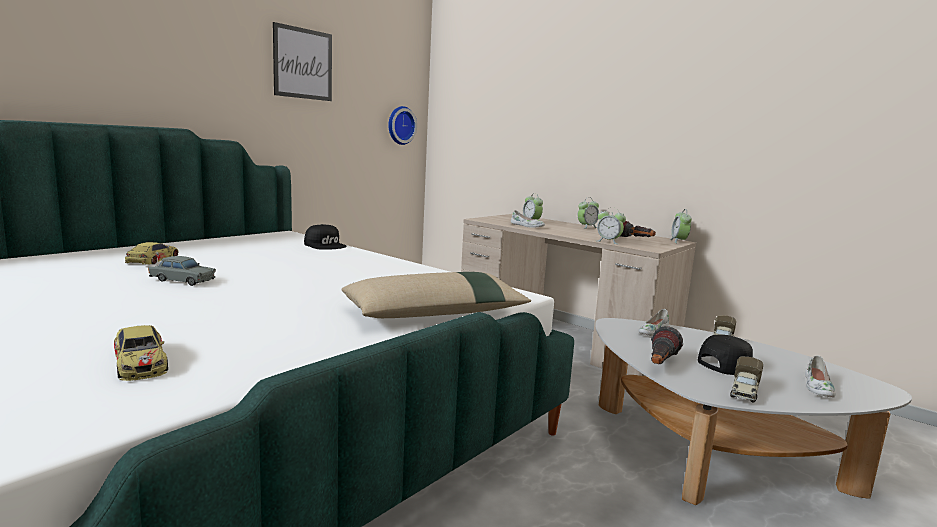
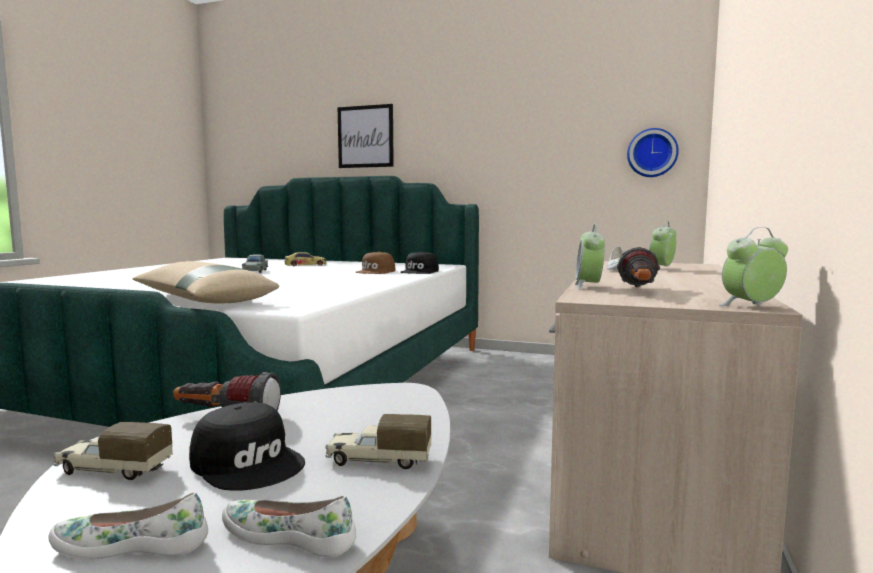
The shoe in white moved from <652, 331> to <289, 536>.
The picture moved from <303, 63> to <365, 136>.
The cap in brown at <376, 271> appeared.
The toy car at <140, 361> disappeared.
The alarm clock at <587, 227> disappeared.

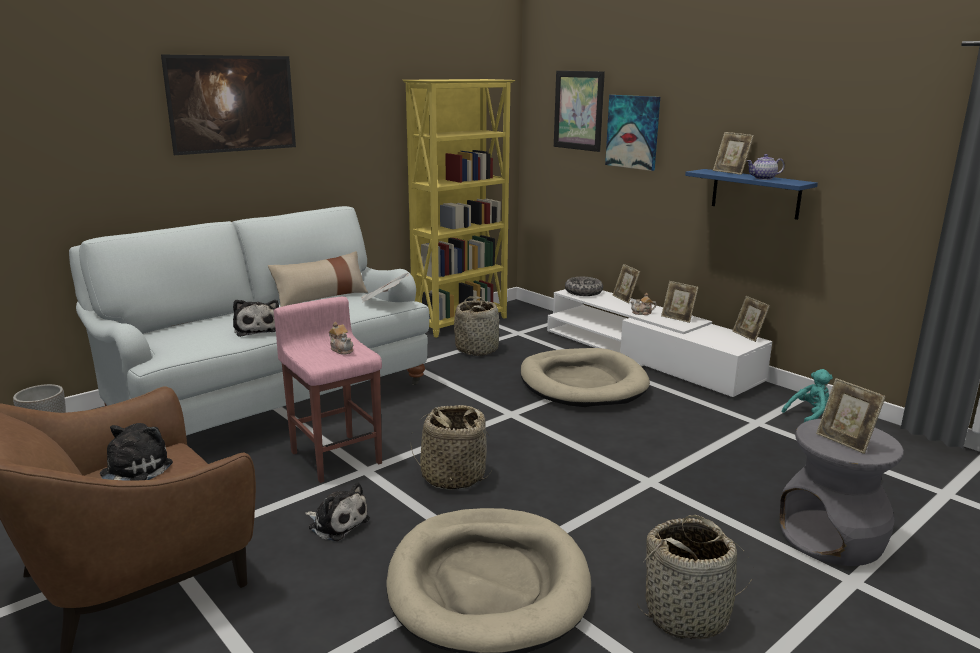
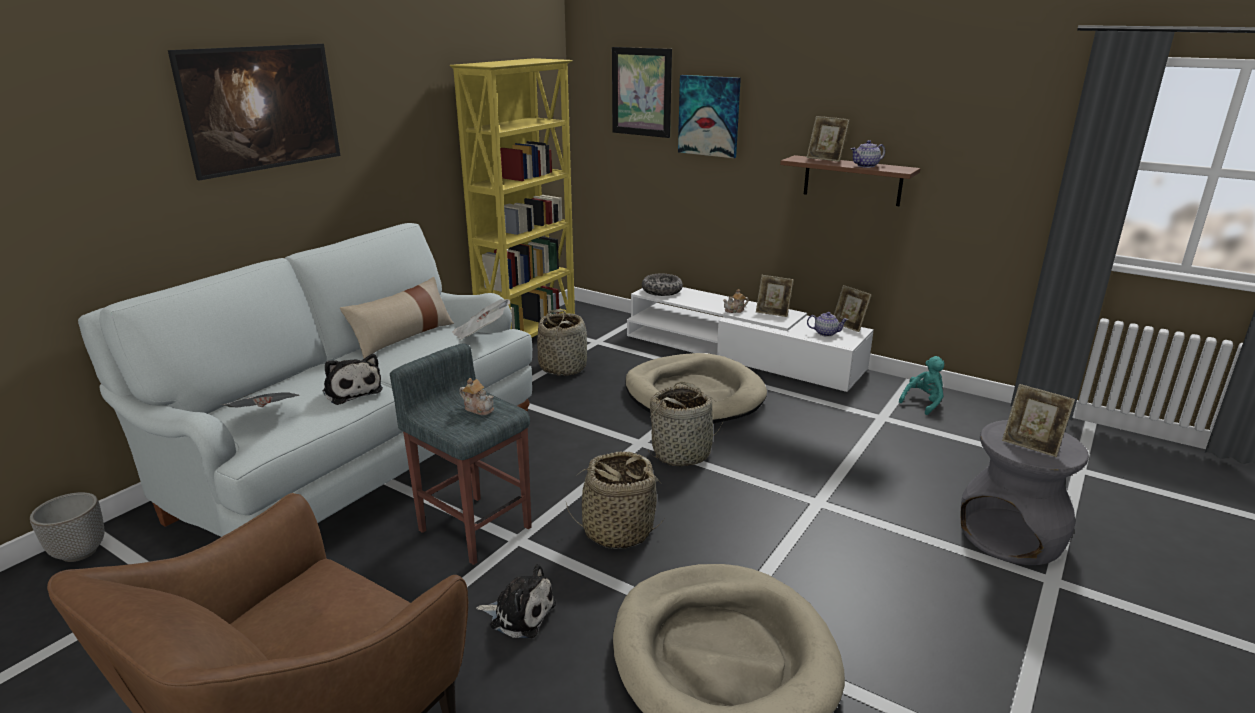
The newspaper at <265, 417> appeared.
The stool in pink at <335, 457> became the stool in grey at <474, 527>.
The basket moved from <687, 614> to <682, 453>.
The shelf in blue at <755, 193> became the shelf in brown at <852, 180>.
The teapot at <826, 333> appeared.
The plush toy at <132, 471> disappeared.
The picture frame at <624, 299> disappeared.

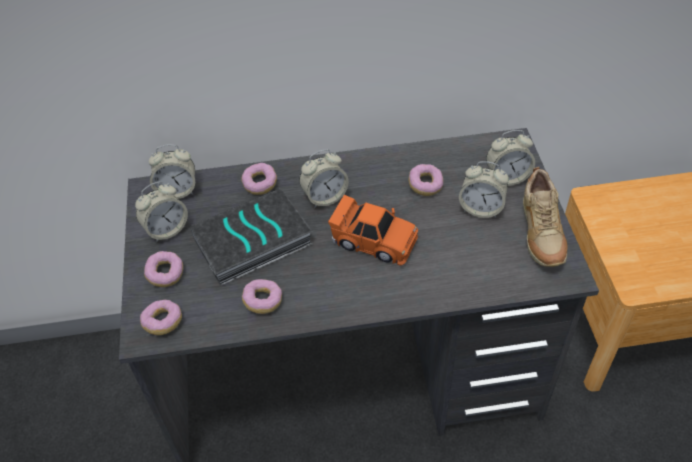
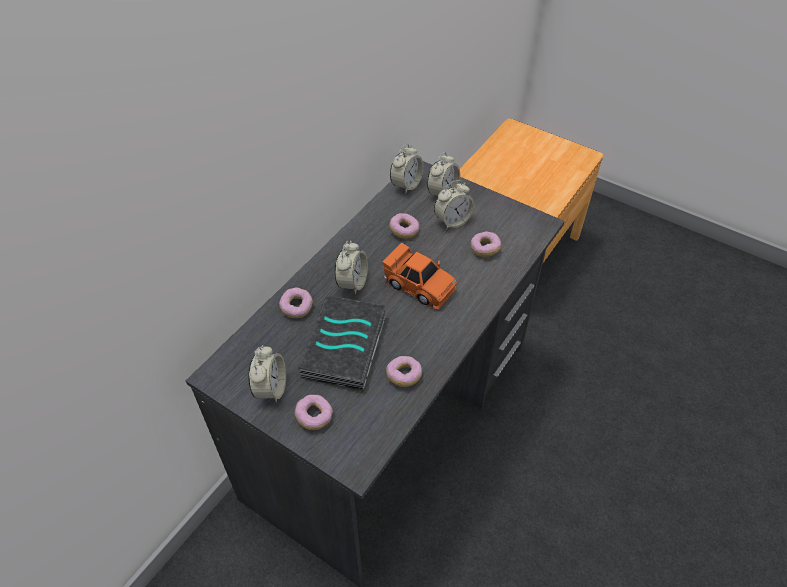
The toy car in orange at <374, 241> turned 60 degrees clockwise.
The alarm clock moved from <177, 191> to <406, 185>.
The donut moved from <163, 322> to <485, 249>.
The shoe in beige at <540, 237> disappeared.

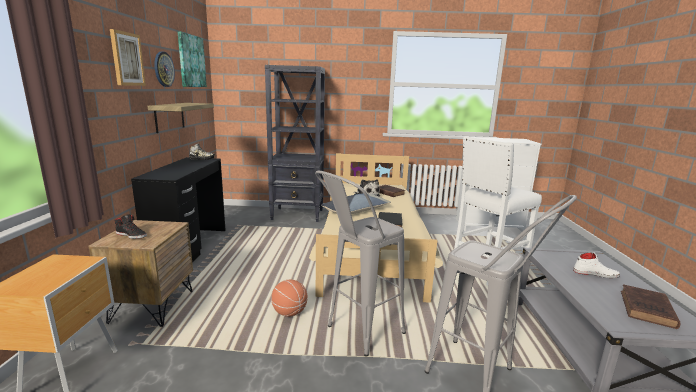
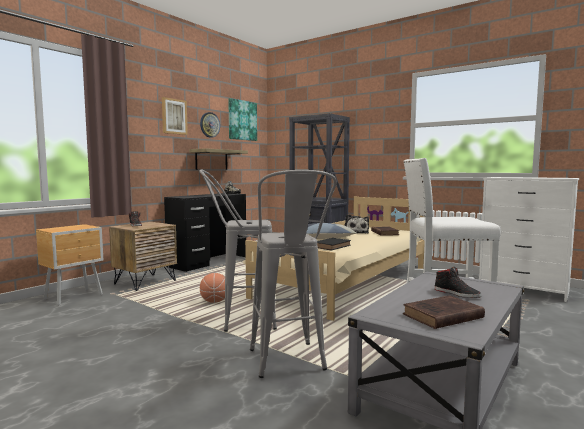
The shoe in white at <595, 273> became the shoe in black at <457, 293>.

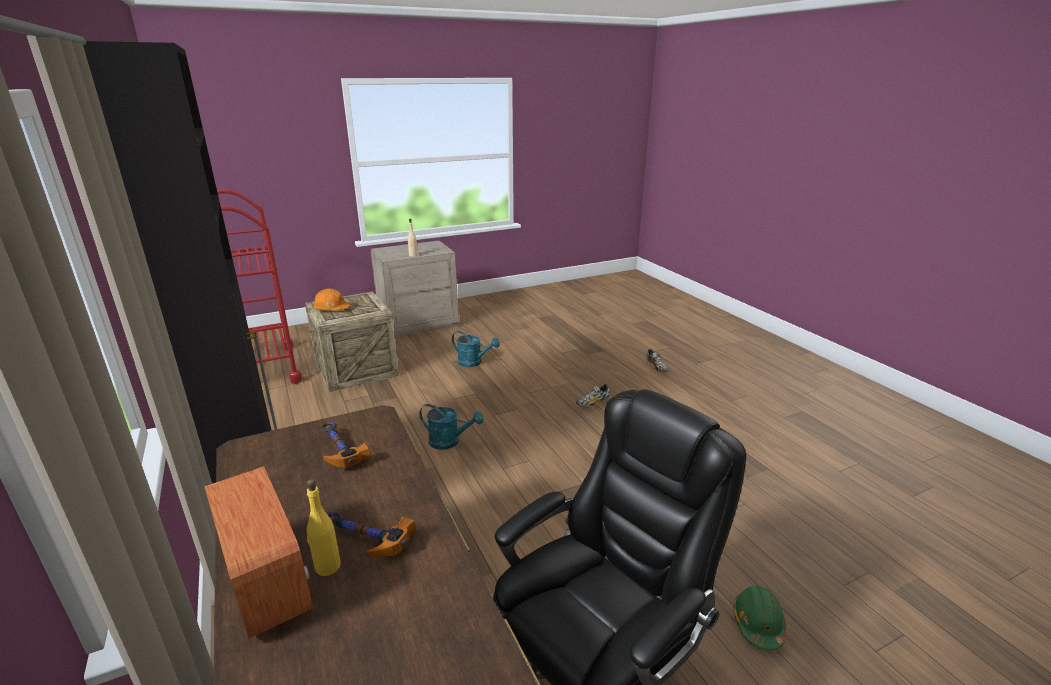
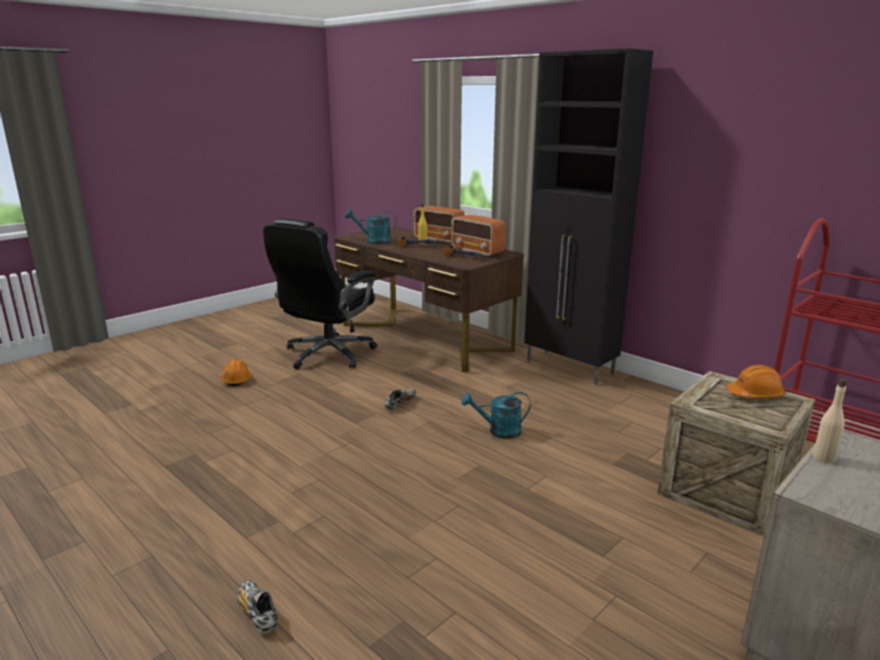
The hard hat in green at <758, 624> became the hard hat in orange at <237, 380>.
The watering can in turquoise moved from <474, 362> to <374, 241>.
The shoe moved from <593, 403> to <400, 403>.
The radio at <477, 252> appeared.

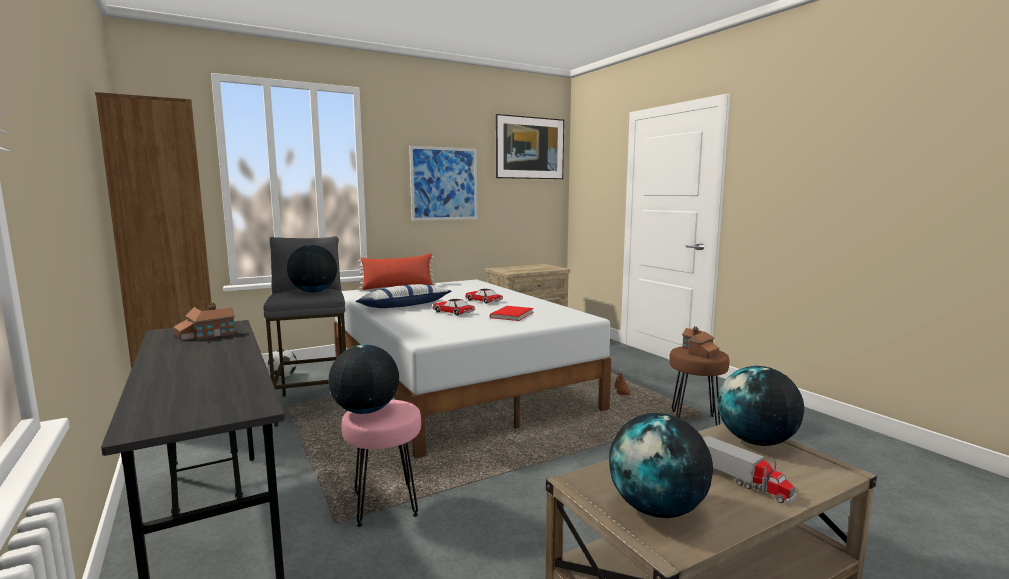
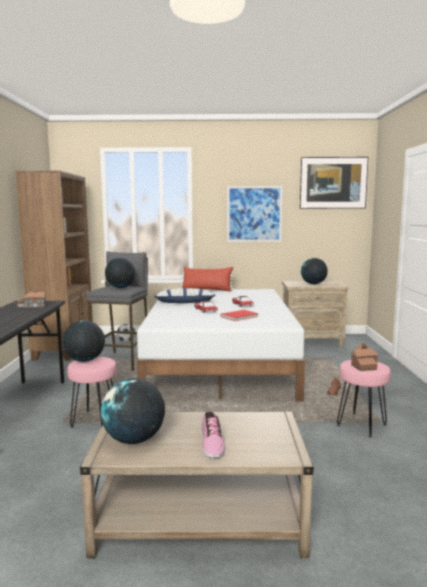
The toy truck at <743, 481> was replaced by the shoe at <211, 442>.
The globe moved from <756, 441> to <313, 284>.
The stool in brown at <695, 421> became the stool in pink at <362, 425>.

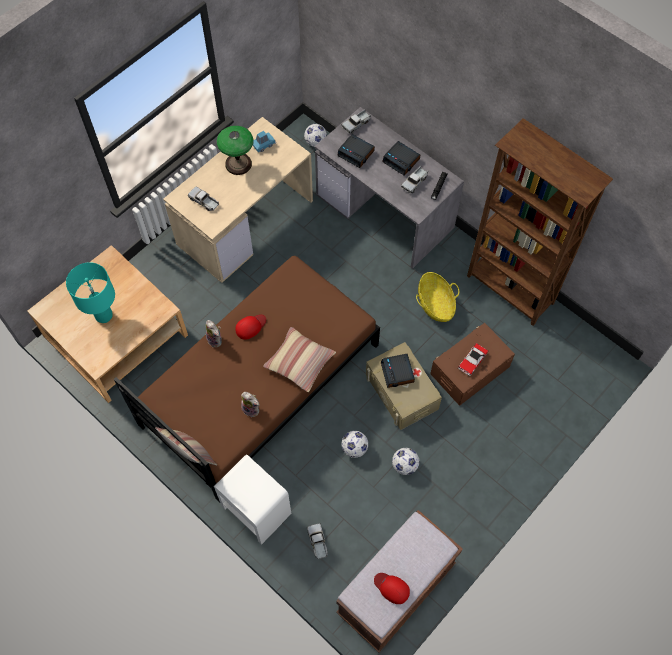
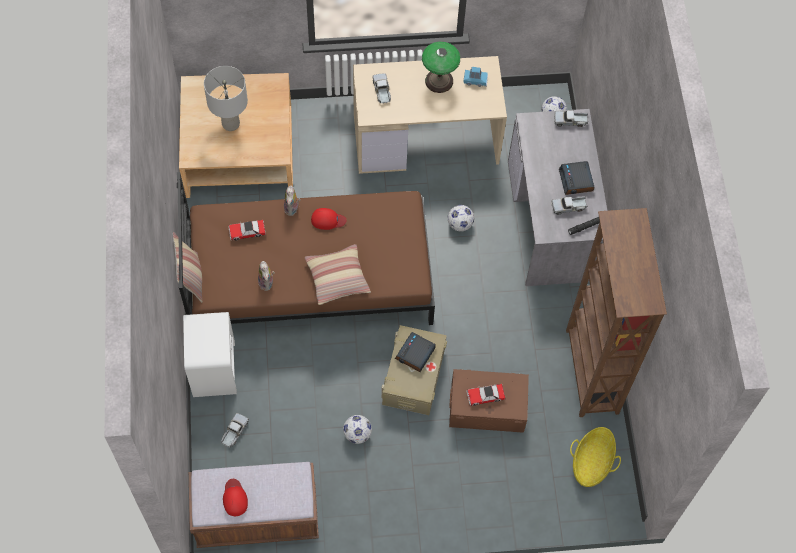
The table lamp in turquoise at <104, 315> became the table lamp in grey at <231, 124>.
The toy car at <247, 232> appeared.
The football moved from <354, 448> to <460, 224>.
The basket moved from <435, 304> to <591, 462>.
The alarm clock at <356, 153> disappeared.

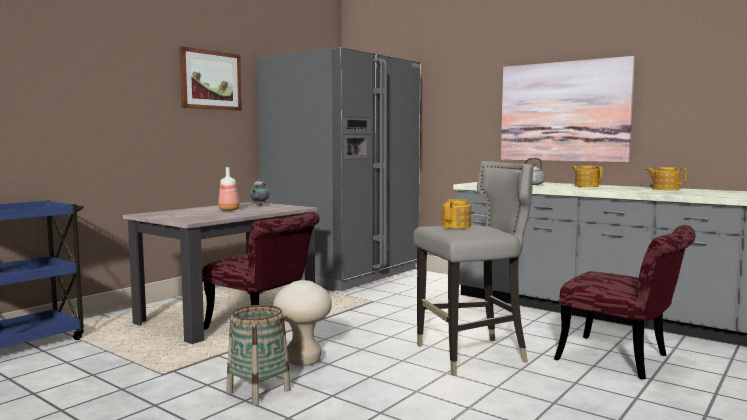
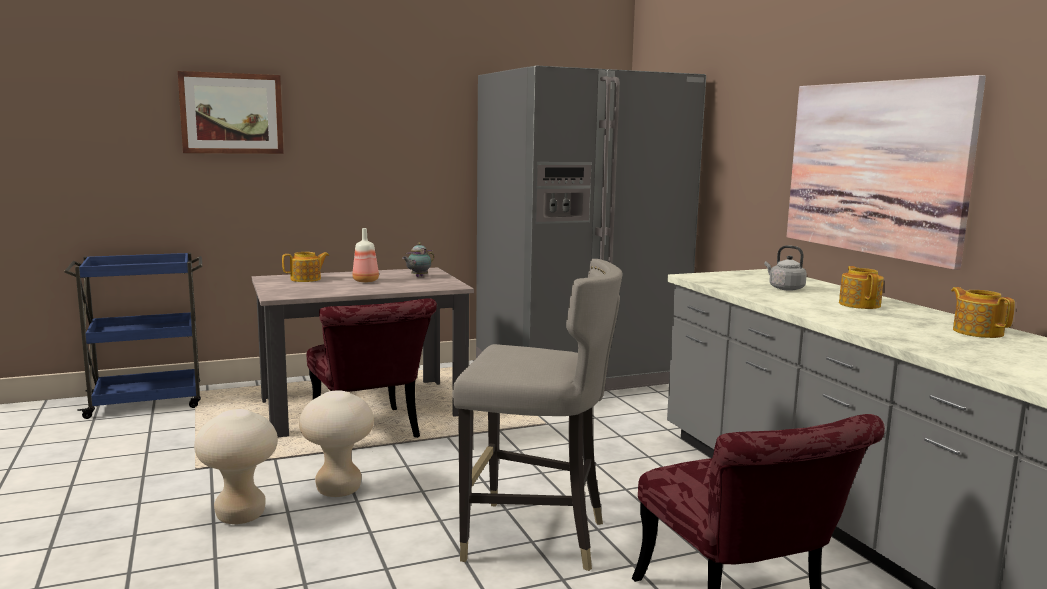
The picture moved from <210, 80> to <232, 113>.
The basket at <258, 391> was replaced by the stool in beige at <240, 516>.
The teapot moved from <456, 226> to <306, 279>.

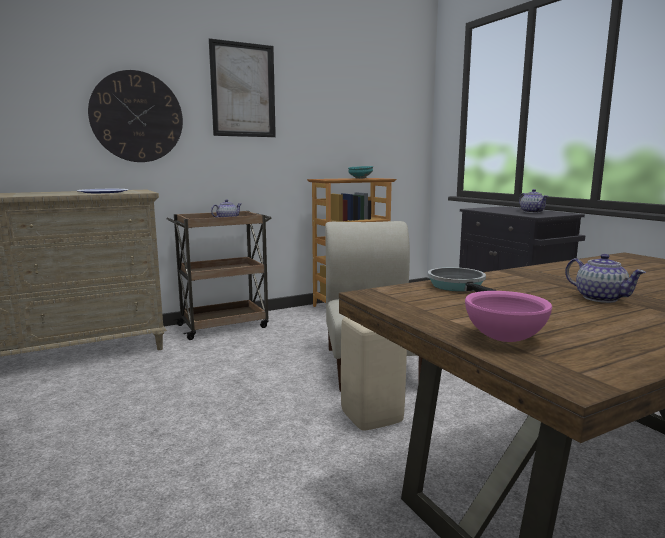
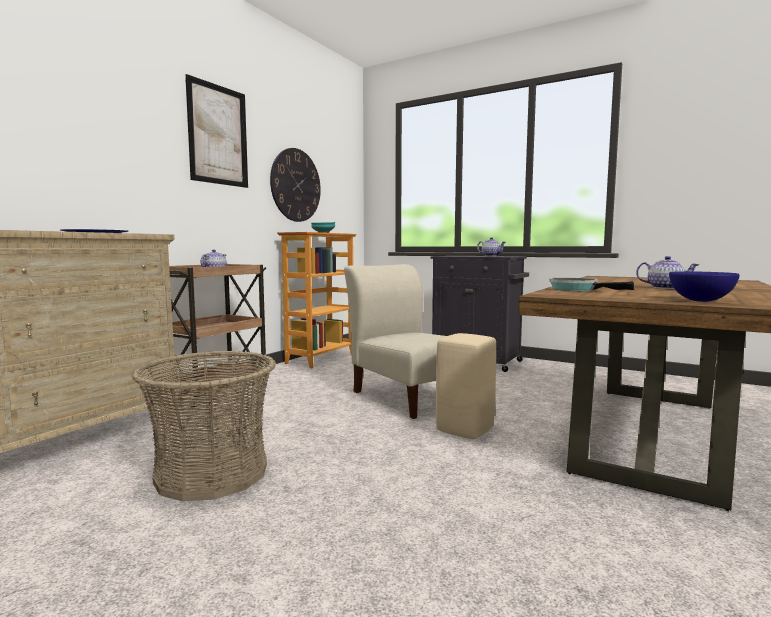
The basket at <211, 473> appeared.
The wall clock moved from <137, 117> to <296, 185>.
The bowl in pink at <505, 338> became the bowl in blue at <700, 301>.

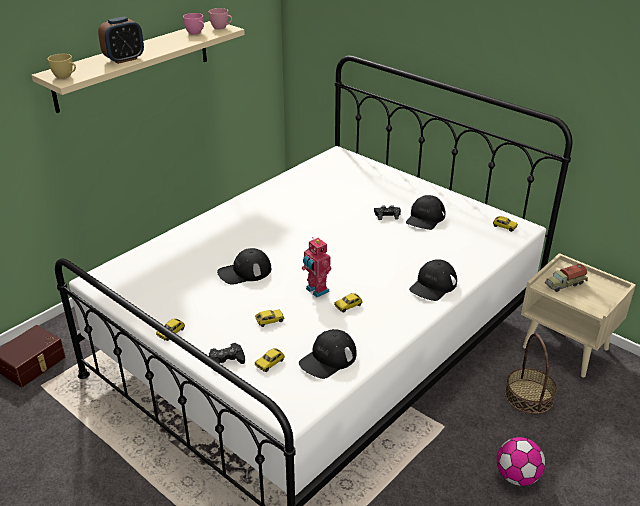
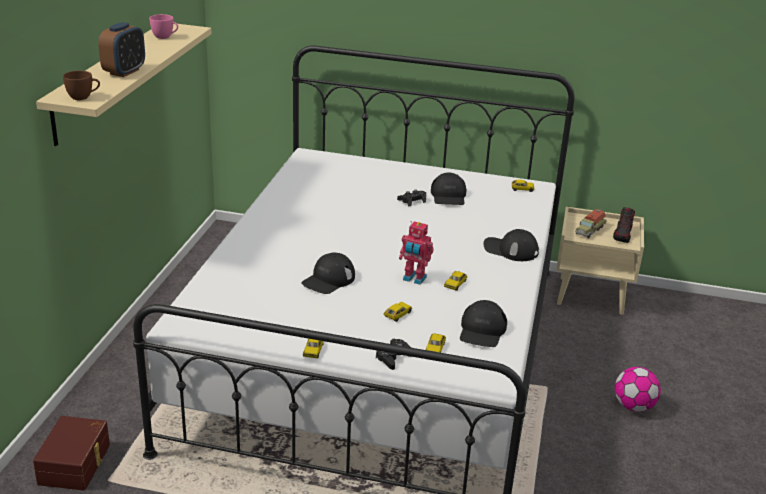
The cup in yellow at <65, 76> became the cup in brown at <83, 97>.
The cap in black at <433, 285> turned 105 degrees clockwise.
The shoe at <623, 235> appeared.
The cup in pink at <221, 28> disappeared.
The basket at <528, 396> disappeared.

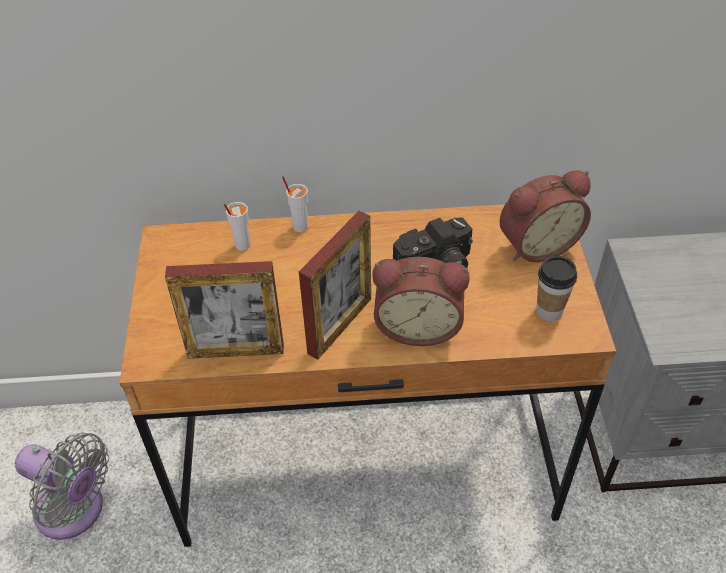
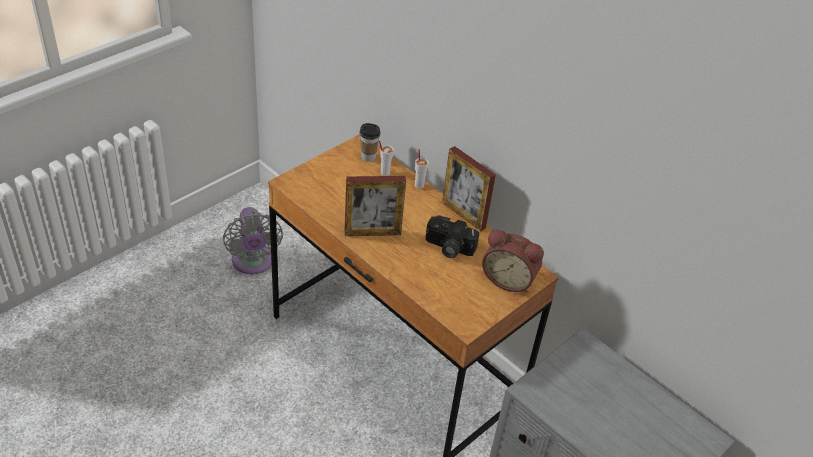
The cup moved from <549, 311> to <368, 157>.
The picture frame moved from <236, 351> to <463, 215>.
The alarm clock at <418, 325> disappeared.

